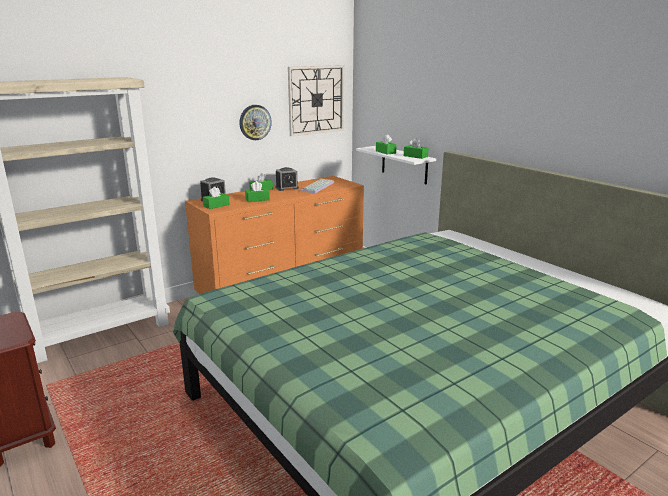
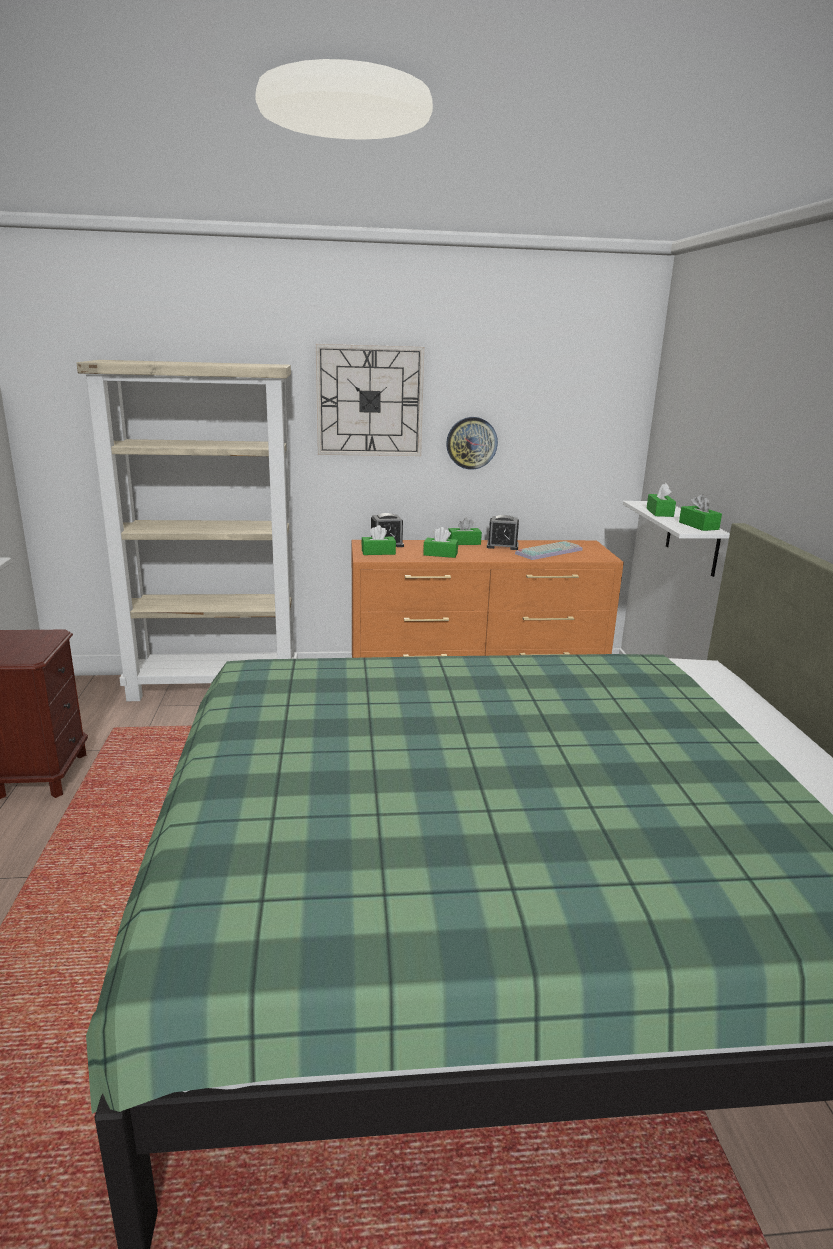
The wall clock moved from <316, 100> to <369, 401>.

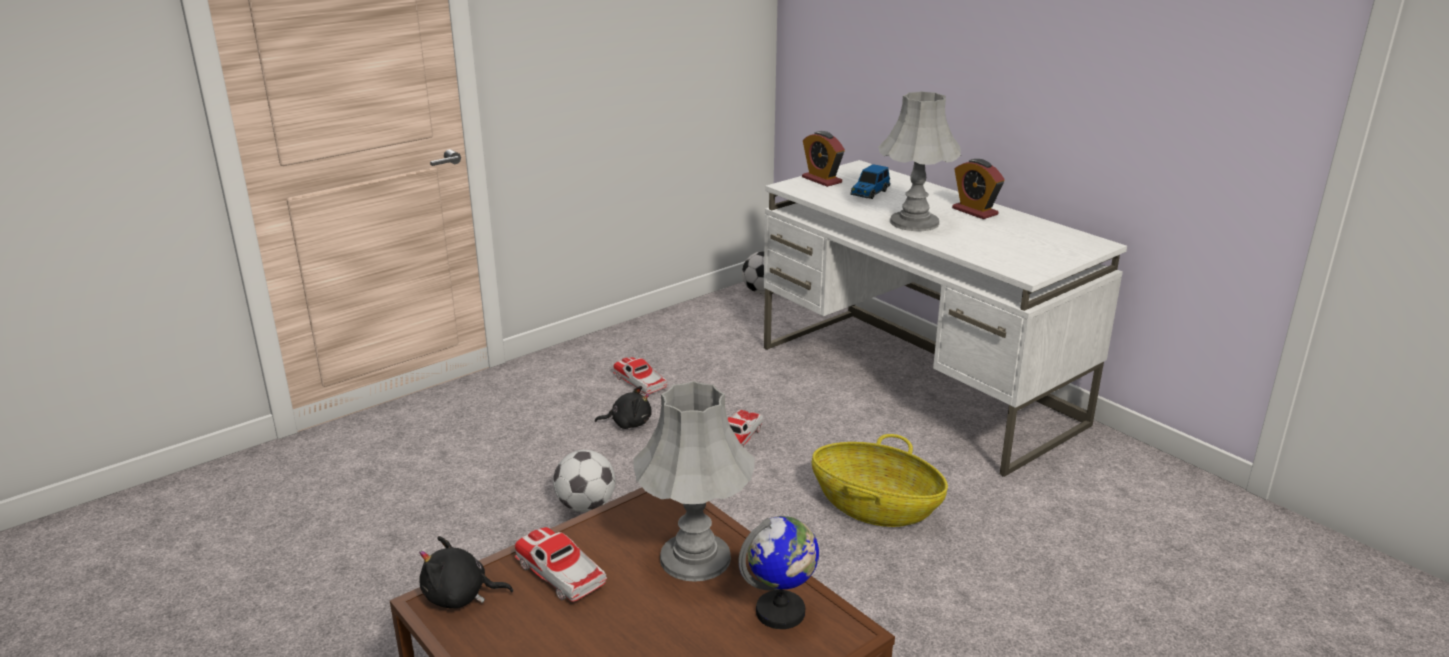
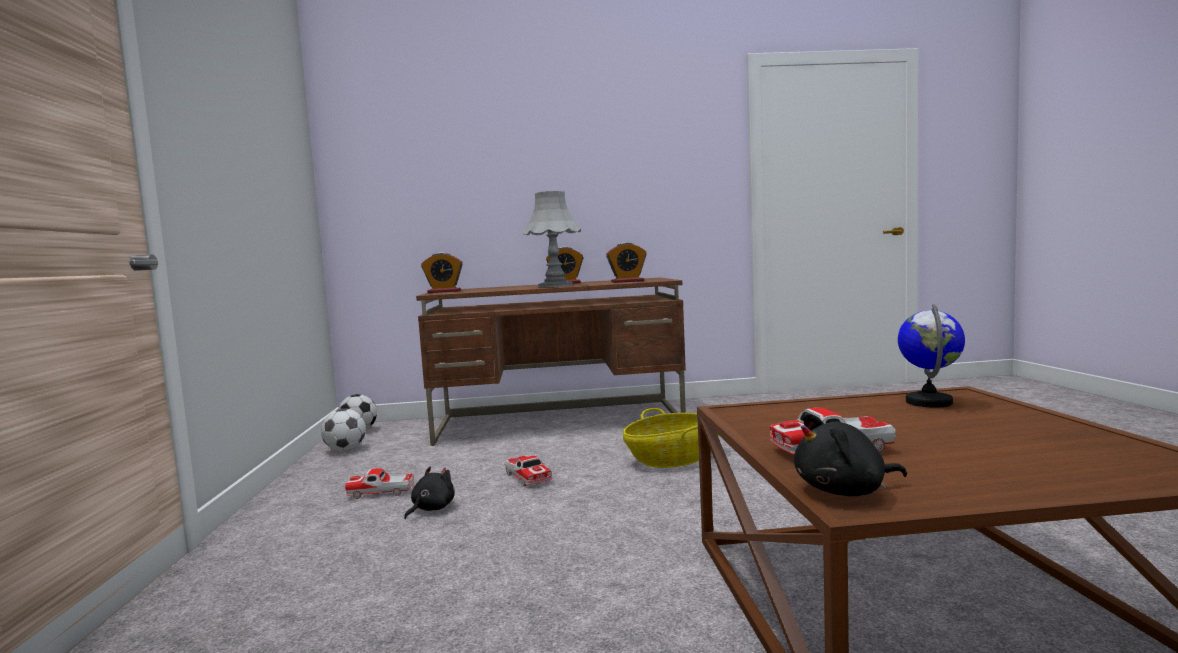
The football moved from <586, 506> to <345, 449>.
The desk in white at <918, 385> became the desk in brown at <559, 422>.
The alarm clock at <627, 281> appeared.
The plush toy in black at <460, 596> turned 45 degrees clockwise.
The table lamp in grey at <694, 557> disappeared.
The toy car at <869, 193> disappeared.

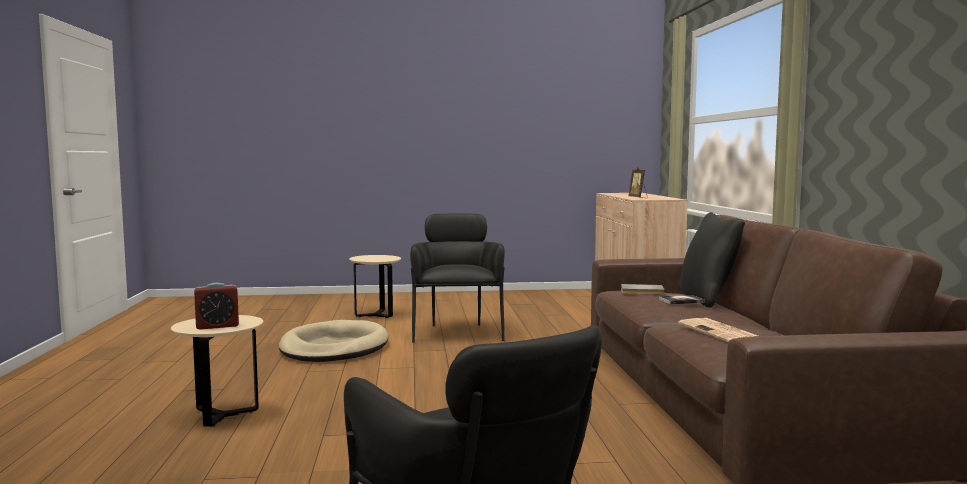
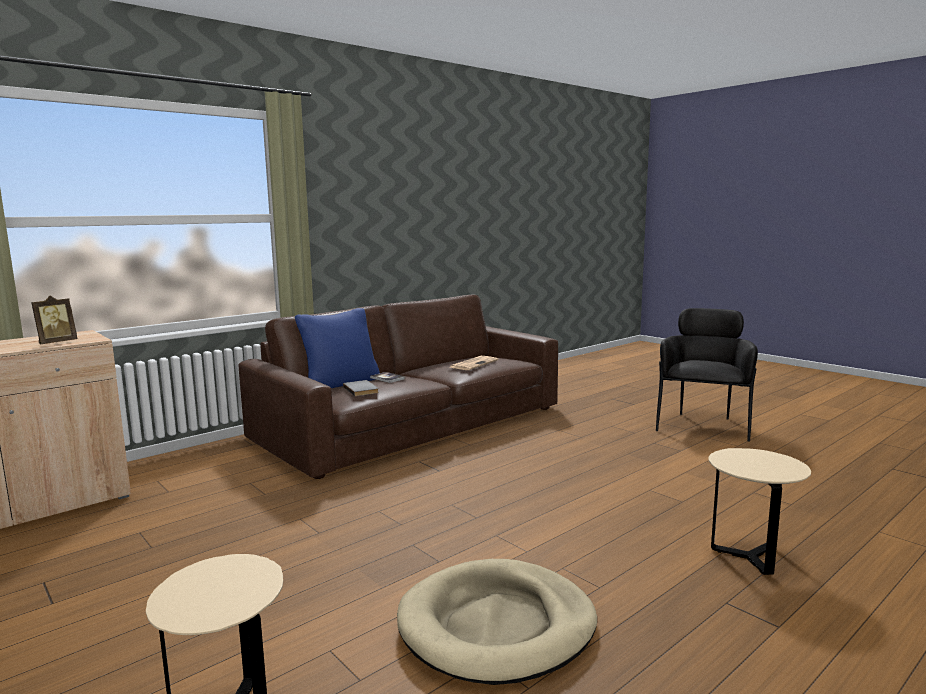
The pillow in black at <707, 299> became the pillow in blue at <340, 383>.
The alarm clock at <217, 326> disappeared.
The armchair in black at <457, 332> disappeared.

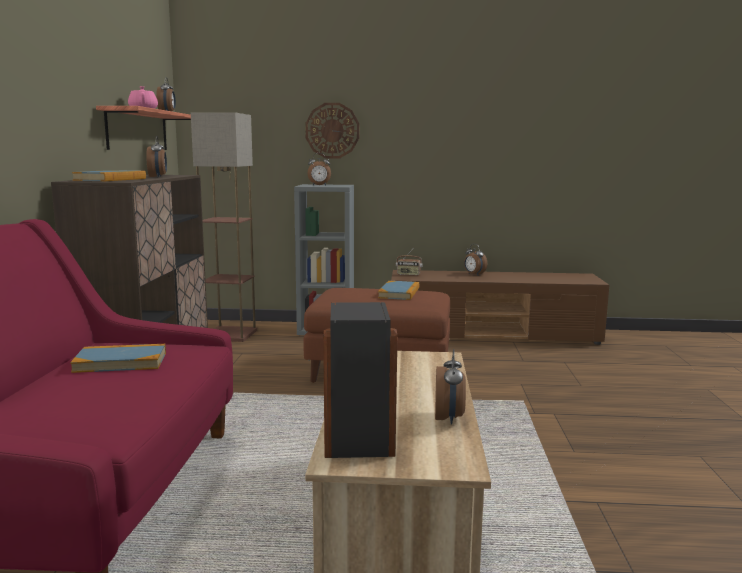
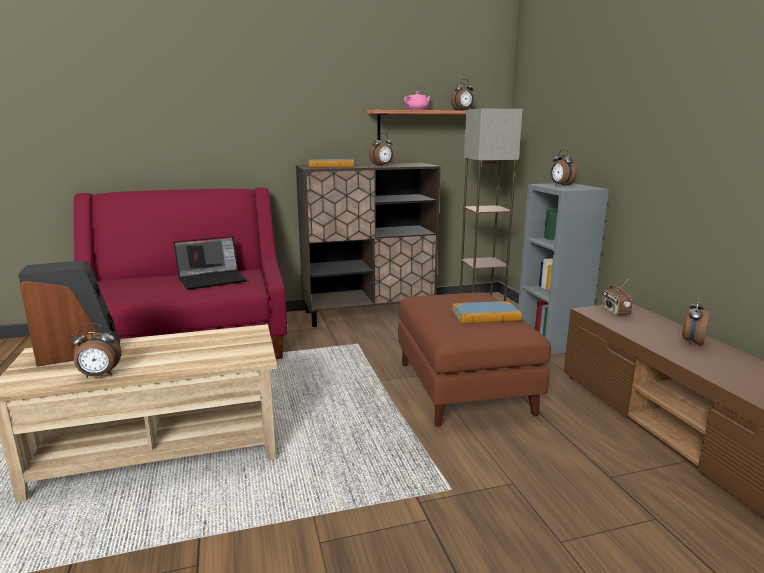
The book at <120, 362> was replaced by the laptop at <213, 280>.
The wall clock at <332, 130> disappeared.

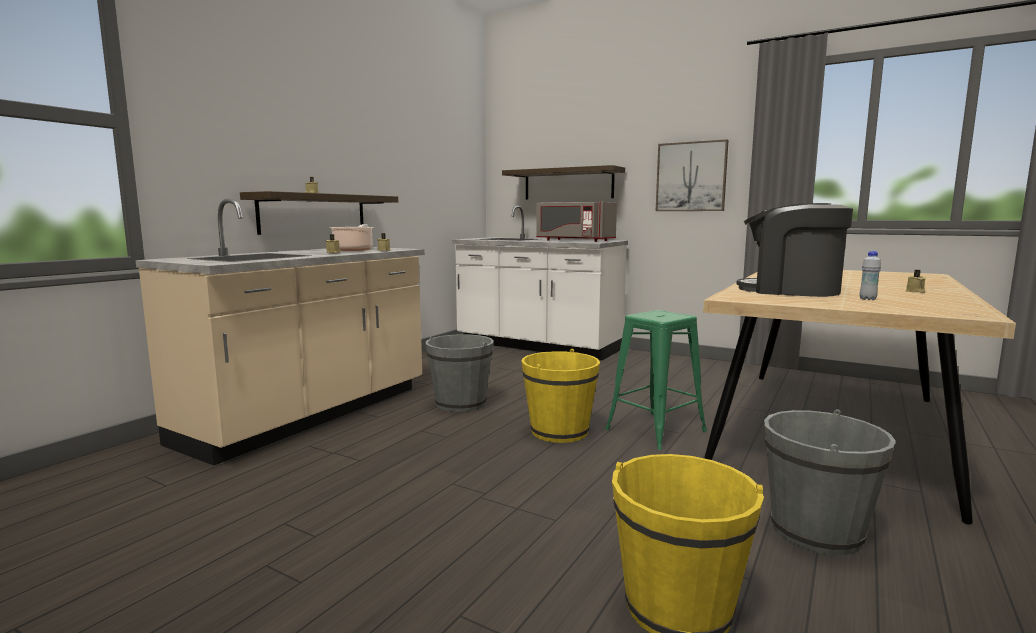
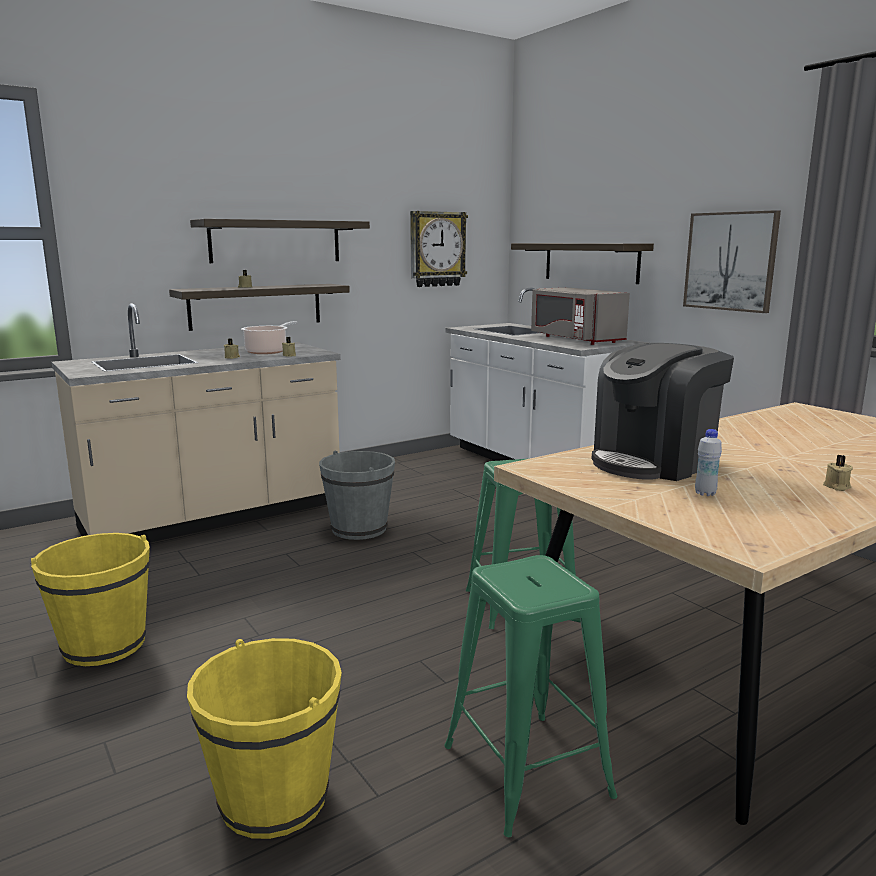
The bucket in yellow moved from <559, 431> to <104, 645>.
The shelf at <276, 241> appeared.
The wall clock at <437, 249> appeared.
The bucket in grey at <816, 531> was replaced by the stool in green at <526, 770>.
The coffee machine at <790, 290> turned 90 degrees counterclockwise.

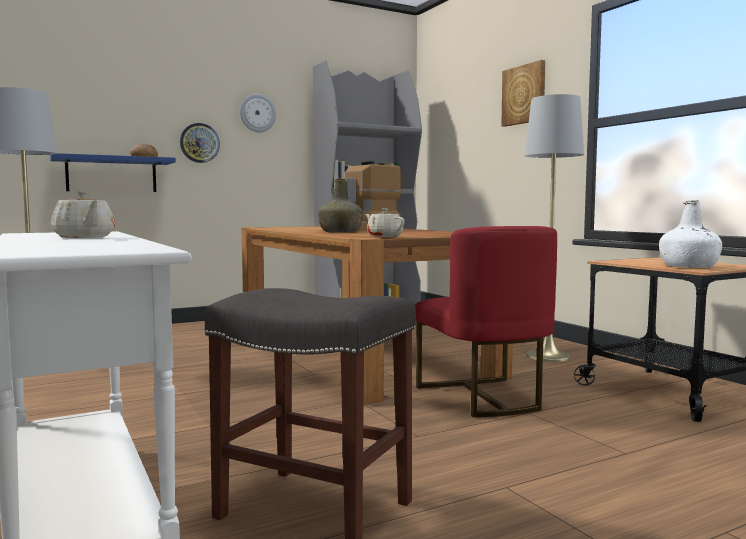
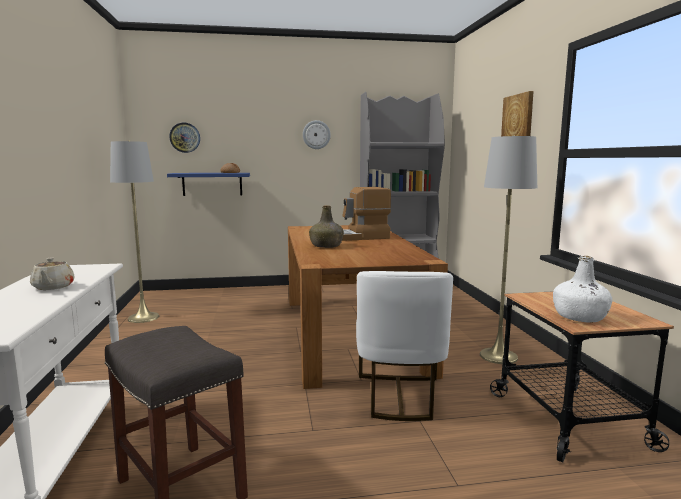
The wall clock moved from <199, 143> to <185, 137>.
The chair in red at <482, 397> became the chair in white at <398, 396>.
The teapot in beige at <384, 236> disappeared.

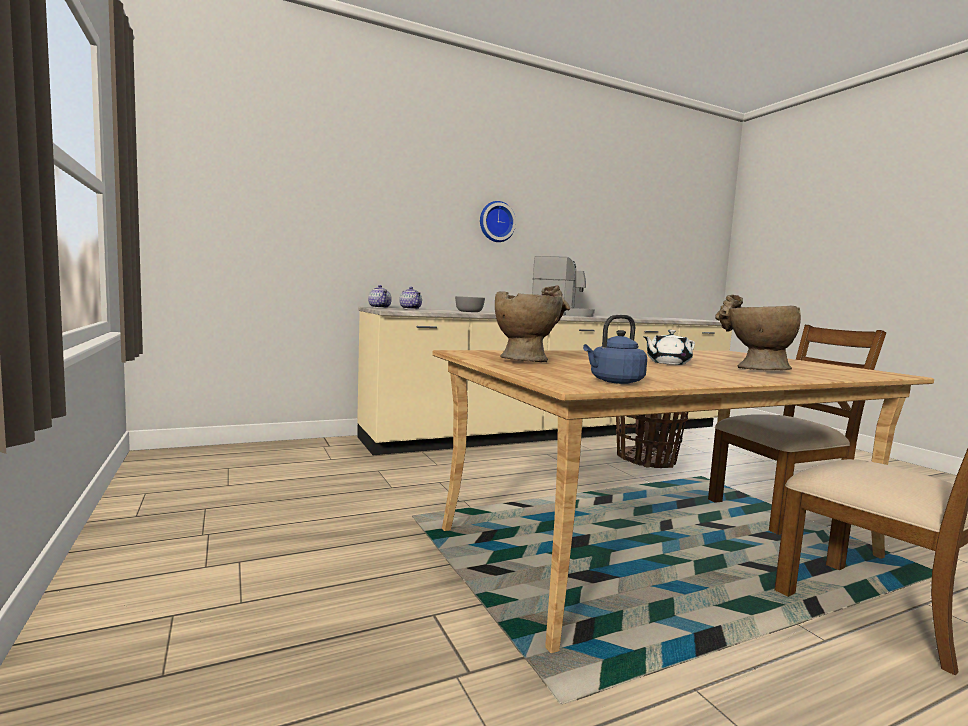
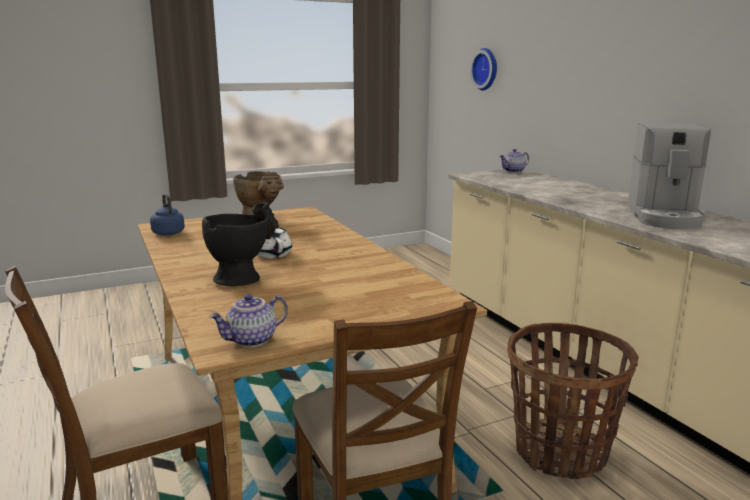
The vase in beige at <753, 369> became the vase in black at <243, 278>.
The teapot moved from <411, 309> to <252, 340>.
The wall clock moved from <496, 222> to <486, 69>.
The bowl in grey at <469, 311> disappeared.

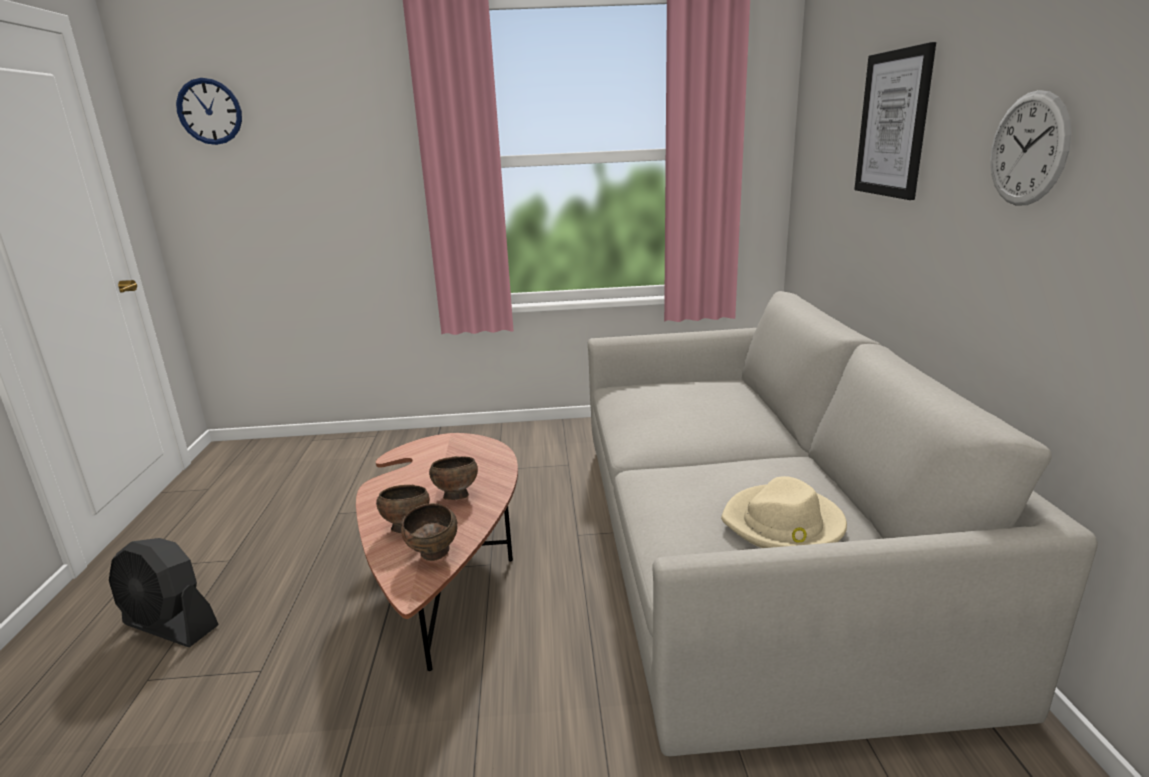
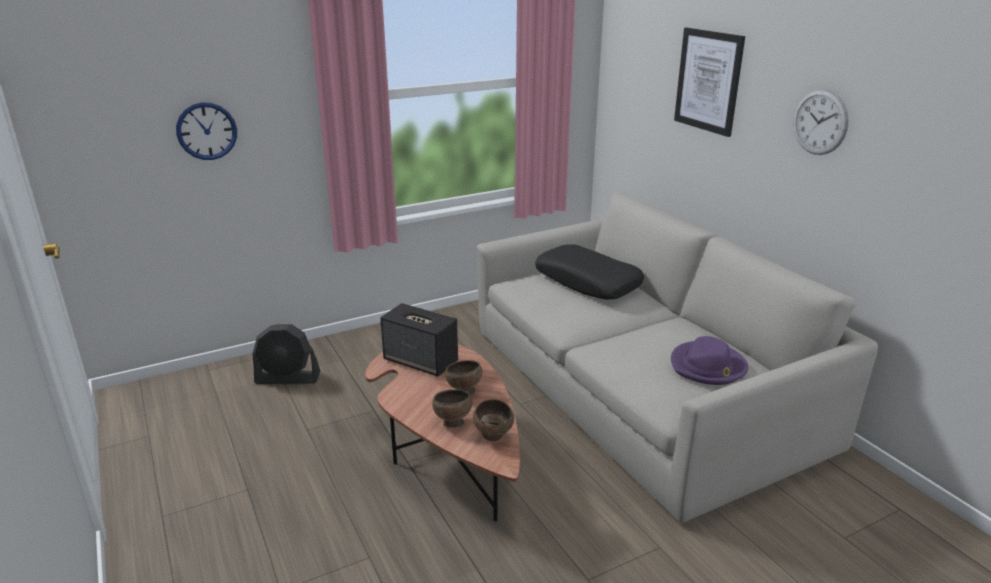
The wall clock moved from <209, 111> to <207, 131>.
The fan in black moved from <171, 625> to <288, 378>.
The speaker at <421, 361> appeared.
The pillow in black at <588, 282> appeared.
The hat in beige at <783, 524> became the hat in purple at <708, 367>.

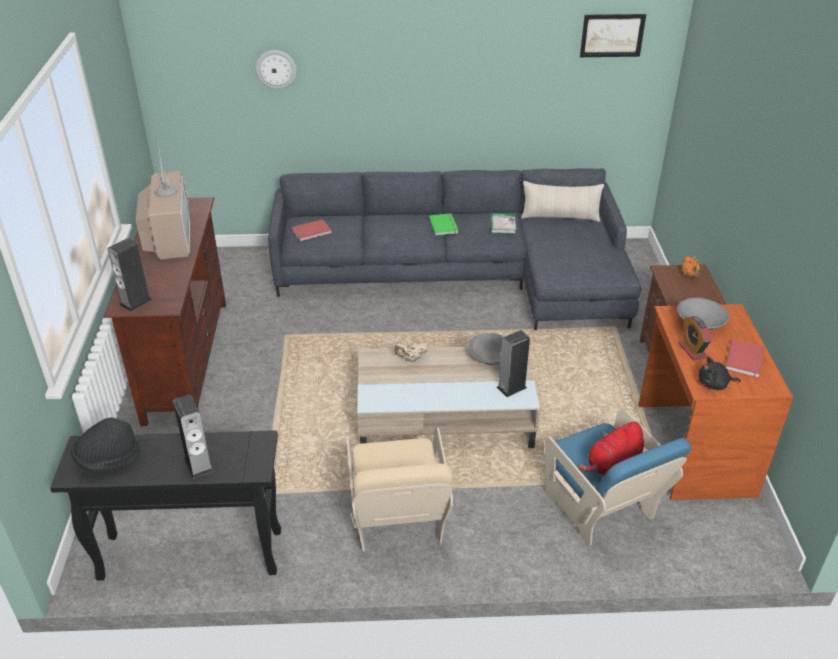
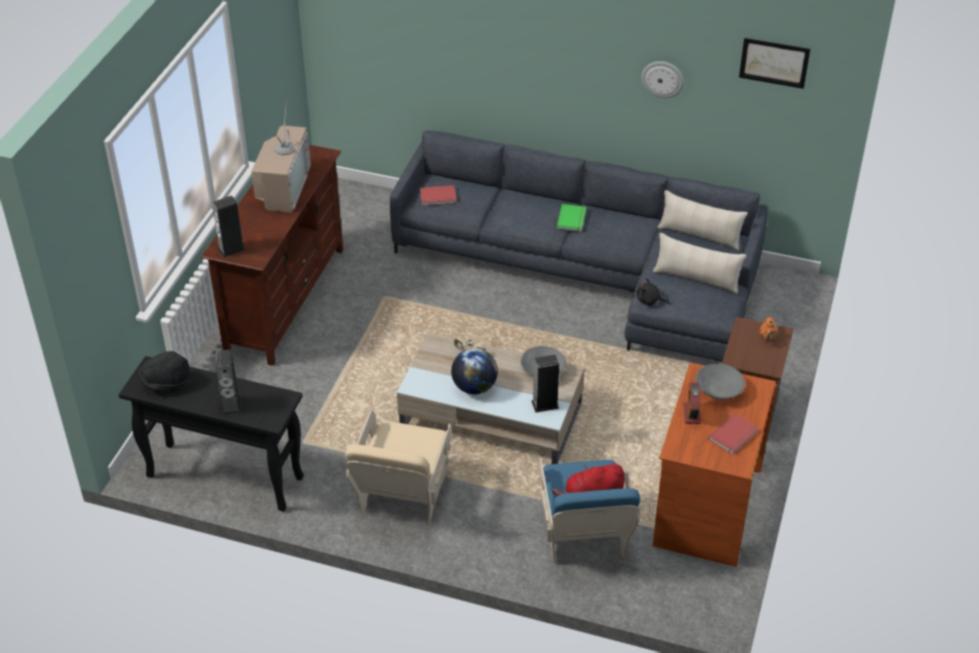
The globe at <474, 387> appeared.
The plush toy in black moved from <714, 384> to <649, 301>.
The wall clock moved from <276, 69> to <662, 78>.
The pillow in beige at <696, 278> appeared.
The book at <503, 224> disappeared.

